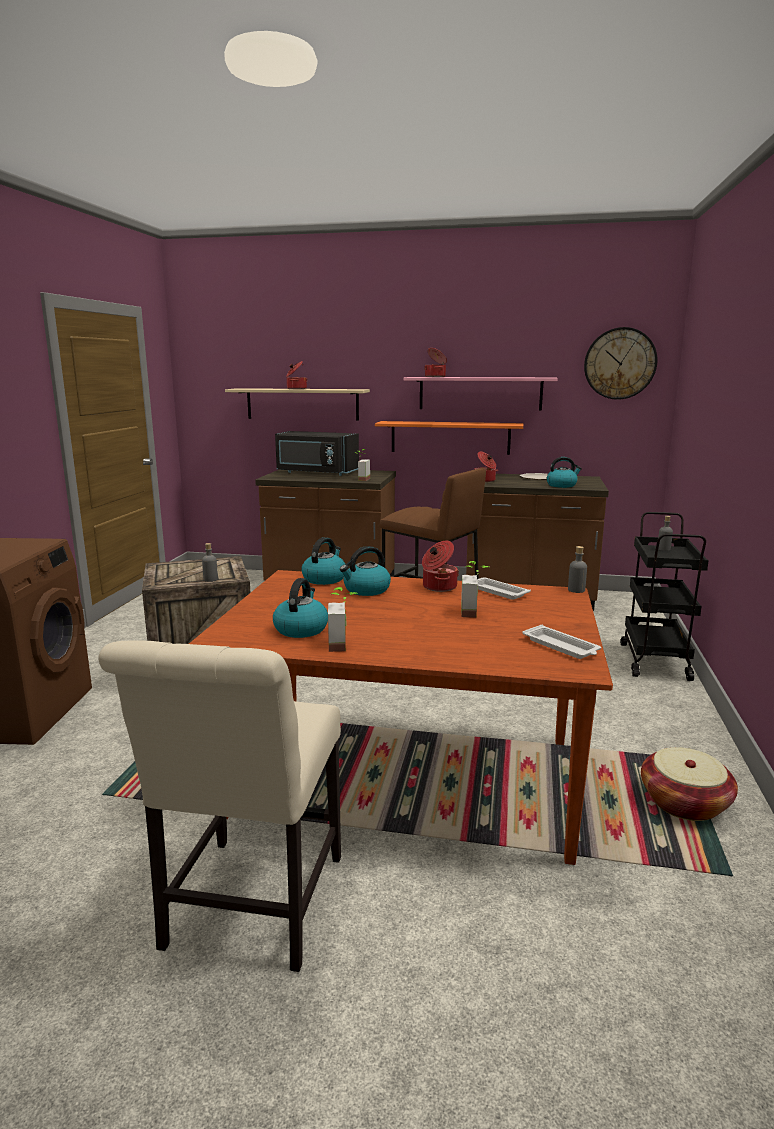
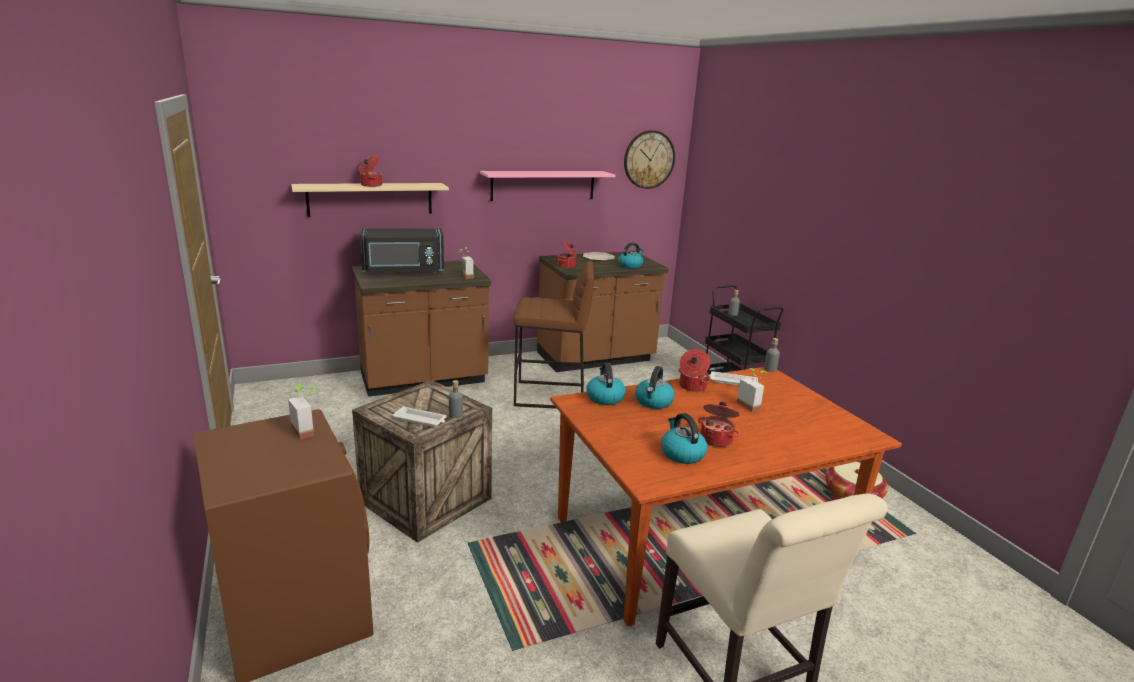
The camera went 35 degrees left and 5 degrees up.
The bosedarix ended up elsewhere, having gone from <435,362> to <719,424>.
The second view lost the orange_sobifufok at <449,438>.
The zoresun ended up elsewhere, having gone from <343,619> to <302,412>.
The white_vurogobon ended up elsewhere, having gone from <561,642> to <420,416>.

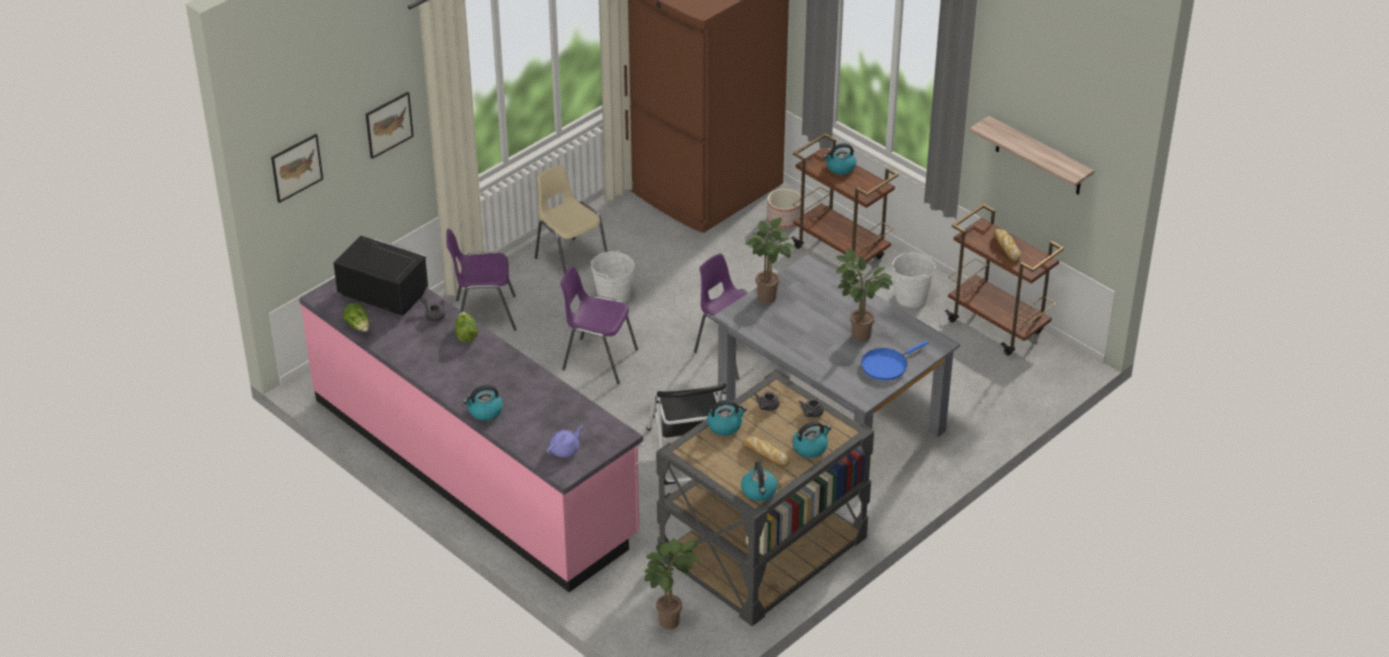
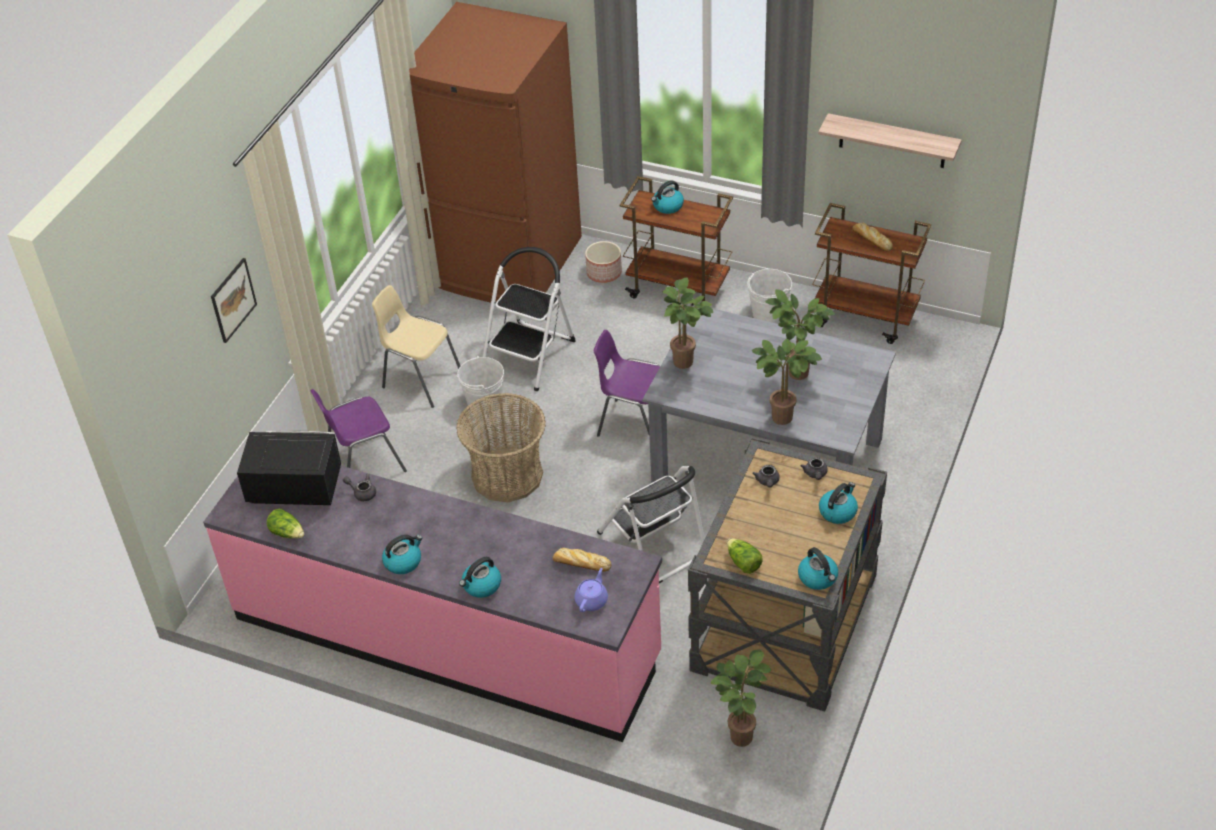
The camera went 20 degrees left and 5 degrees up.
The second view lost the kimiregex at <297,168>.
Where the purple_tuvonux stood at <599,325>, the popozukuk came to stand at <501,447>.
The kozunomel ended up elsewhere, having gone from <466,327> to <745,556>.
The second view lost the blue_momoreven at <895,360>.
The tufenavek ended up elsewhere, having gone from <727,418> to <402,554>.
The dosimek ended up elsewhere, having gone from <765,451> to <582,560>.
The second view gained the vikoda at <529,319>.
The second view gained the zoresun at <787,382>.

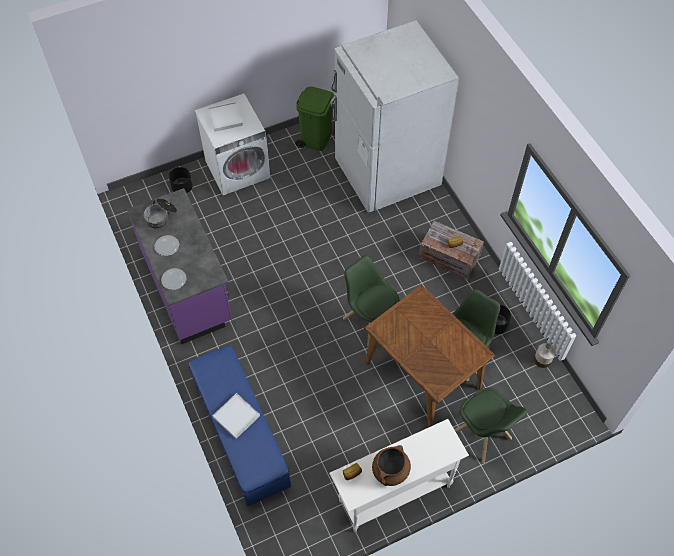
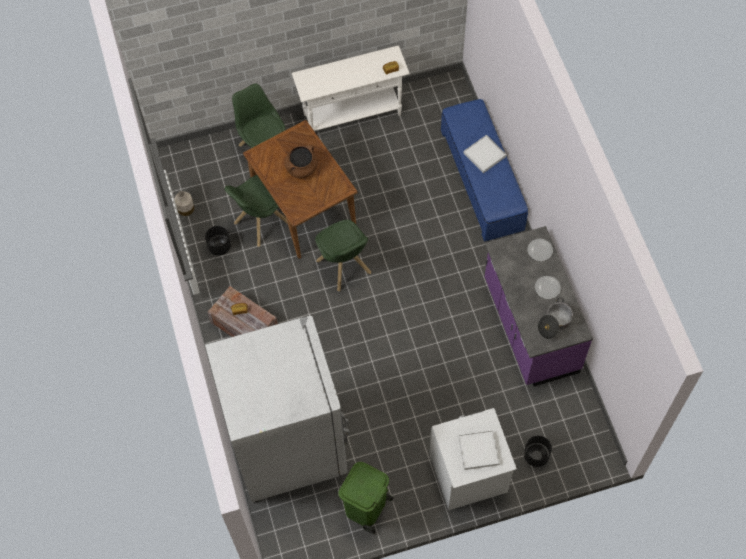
The camera went 170 degrees left and 5 degrees up.
The brown_bosedarix ended up elsewhere, having gone from <391,465> to <301,161>.

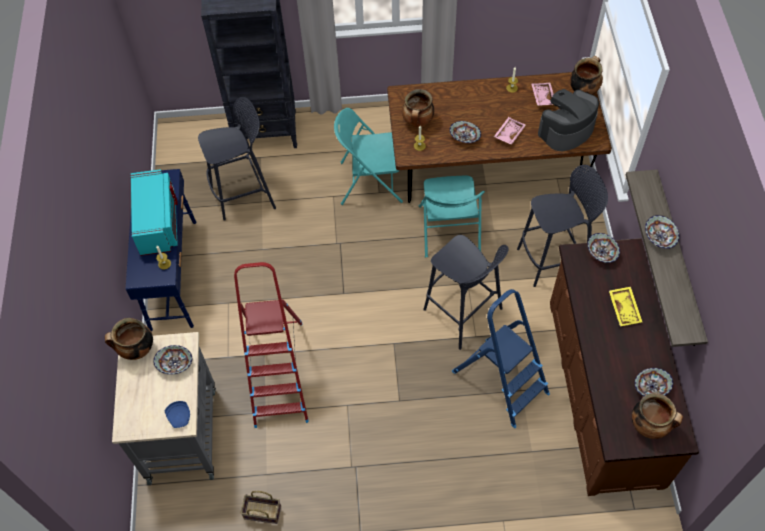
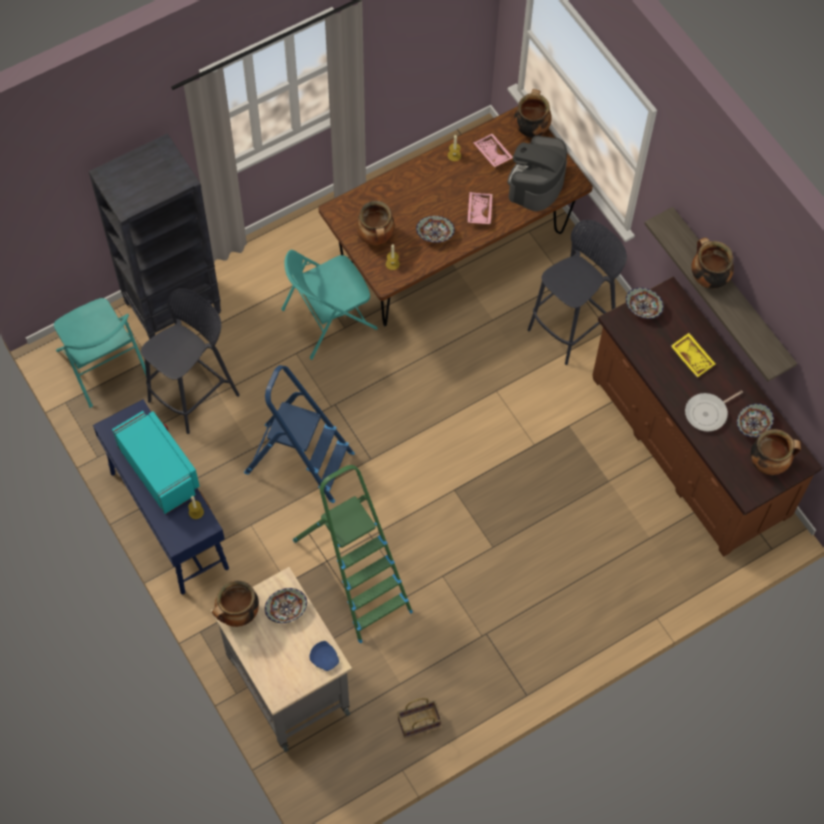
The camera went 30 degrees left and 5 degrees up.
The turquoise_tuvonux ended up elsewhere, having gone from <452,216> to <100,353>.
Where the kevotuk stood at <662,232>, the bosedarix came to stand at <712,263>.
The second view lost the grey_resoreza at <466,292>.
What was the red_vikoda at <271,345> turned into the green_vikoda at <353,554>.
The blue_vikoda ended up elsewhere, having gone from <501,358> to <299,434>.
The second view gained the momoreven at <714,410>.

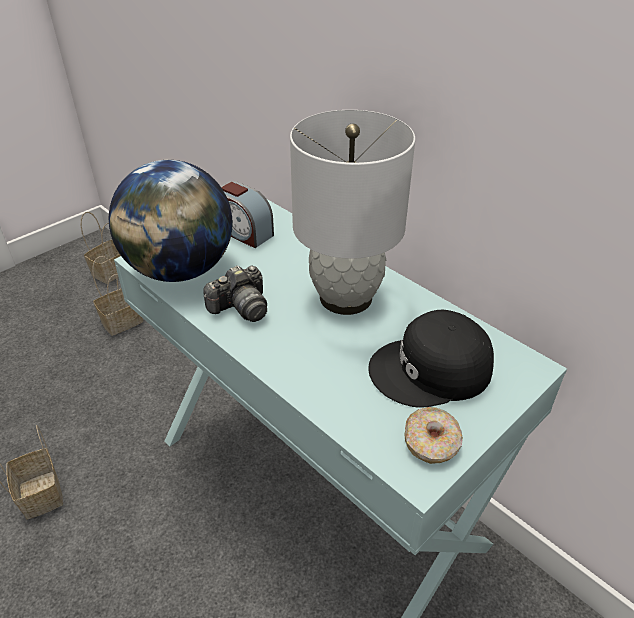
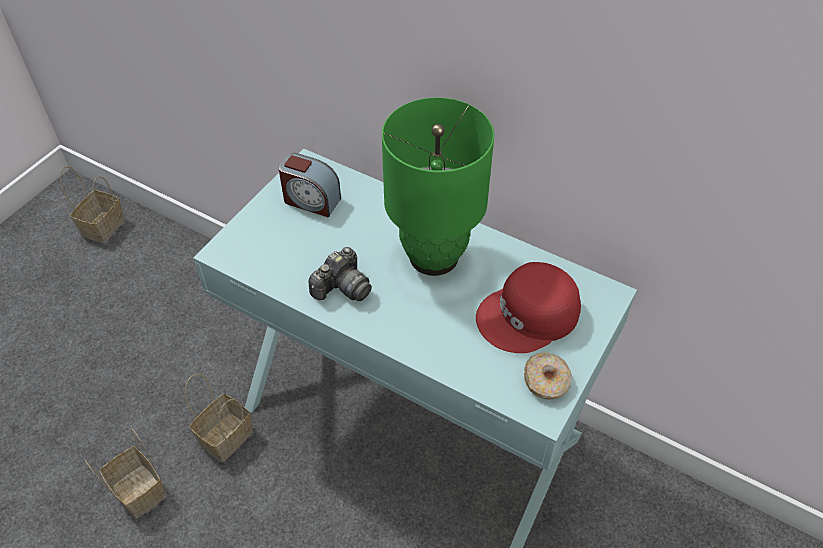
The camera went 15 degrees left and 10 degrees up.
What was the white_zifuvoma at <352,212> turned into the green_zifuvoma at <438,187>.
The second view lost the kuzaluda at <171,221>.
The popozukuk ended up elsewhere, having gone from <117,296> to <219,417>.
What was the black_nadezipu at <431,359> turned into the red_nadezipu at <528,307>.

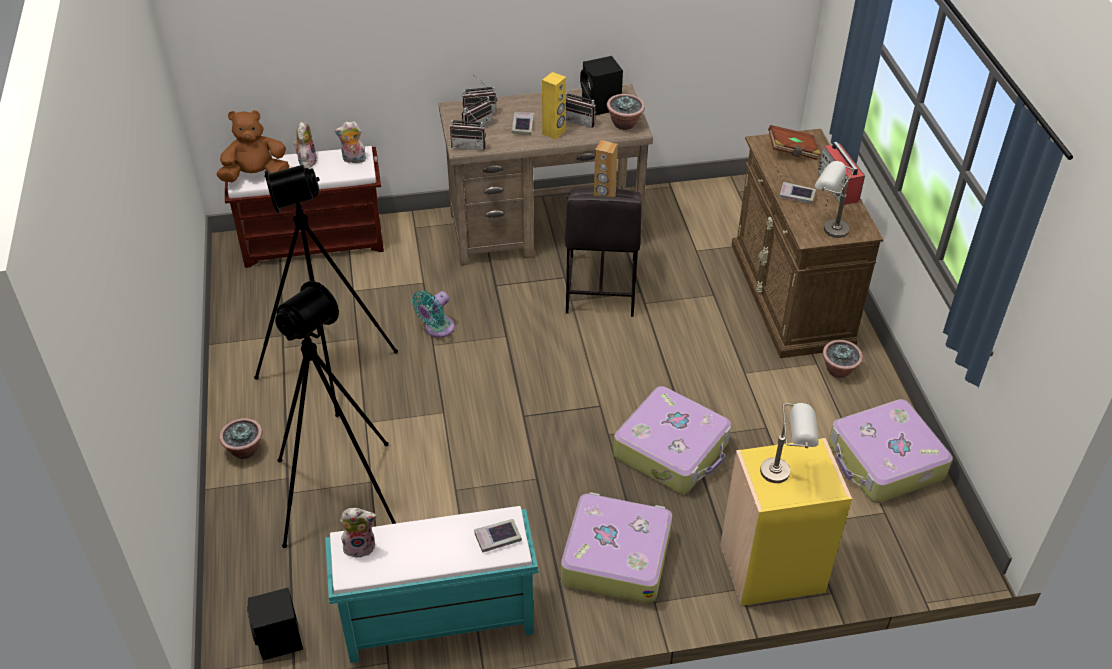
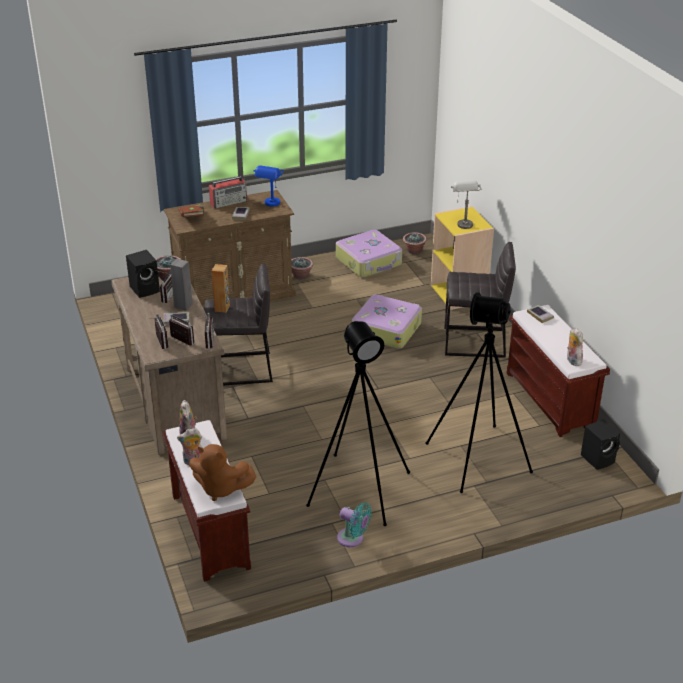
The camera went 100 degrees left and 10 degrees down.
What was the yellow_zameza at <554,106> turned into the grey_zameza at <181,285>.
The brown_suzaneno at <253,146> ended up facing another way, 45 degrees counterclockwise from before.
What was the grey_zifuvoma at <834,199> turned into the blue_zifuvoma at <268,186>.
The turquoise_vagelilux ended up elsewhere, having gone from <433,314> to <354,525>.
The zoresun ended up elsewhere, having gone from <240,438> to <415,243>.
Where the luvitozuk stood at <616,548>, the grey_resoreza came to stand at <480,300>.
What was the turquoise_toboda at <432,584> turned into the brown_toboda at <558,371>.

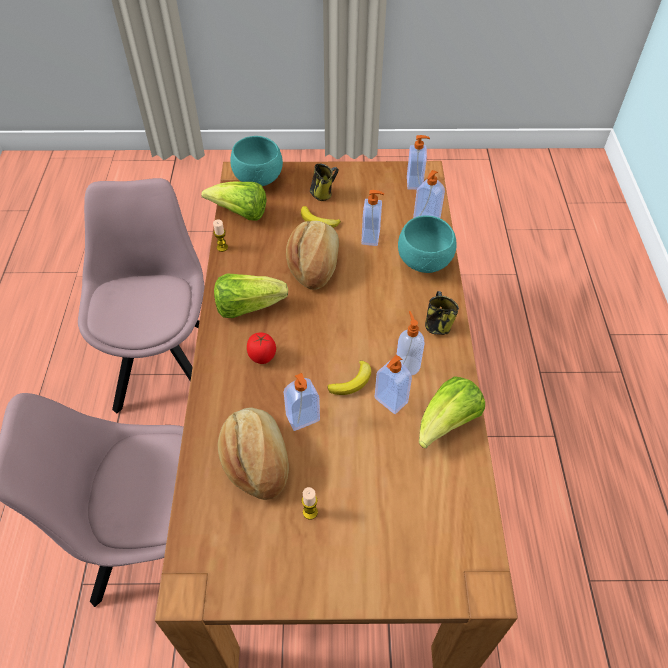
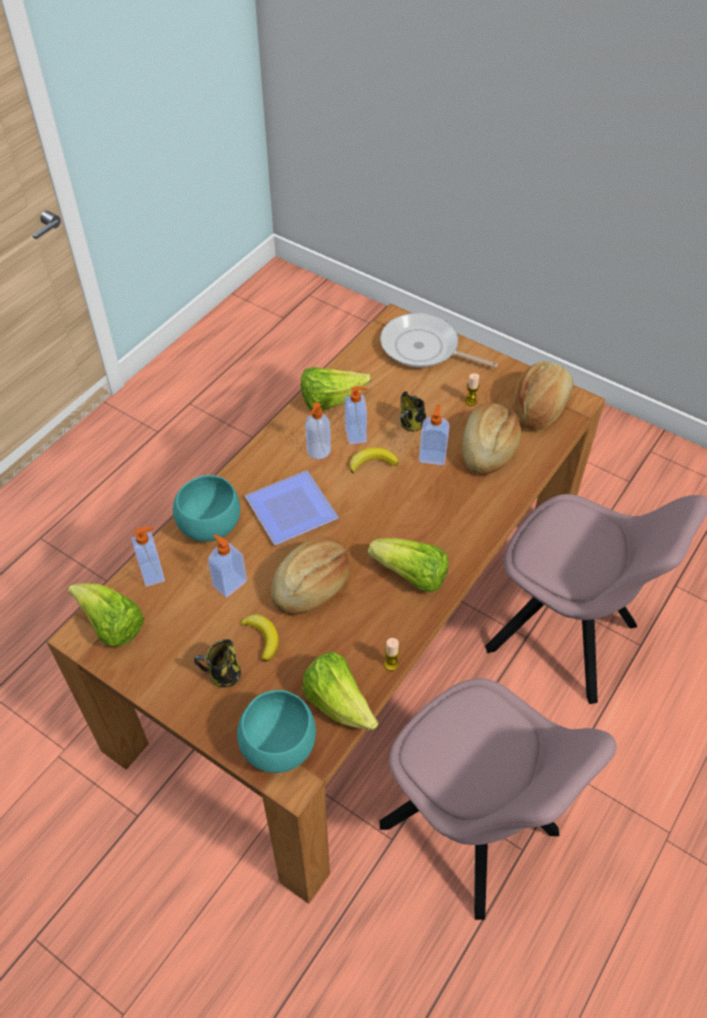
The camera went 145 degrees left and 0 degrees up.
Where the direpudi stood at <418,162>, the kozunomel came to stand at <106,615>.
The pink_tuvonux at <141,296> ended up facing another way, 75 degrees counterclockwise from before.
The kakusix ended up elsewhere, having gone from <442,313> to <413,411>.
The second view lost the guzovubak at <261,348>.
The second view gained the momoreven at <439,340>.
The second view gained the dosimek at <544,396>.
The second view gained the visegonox at <292,507>.

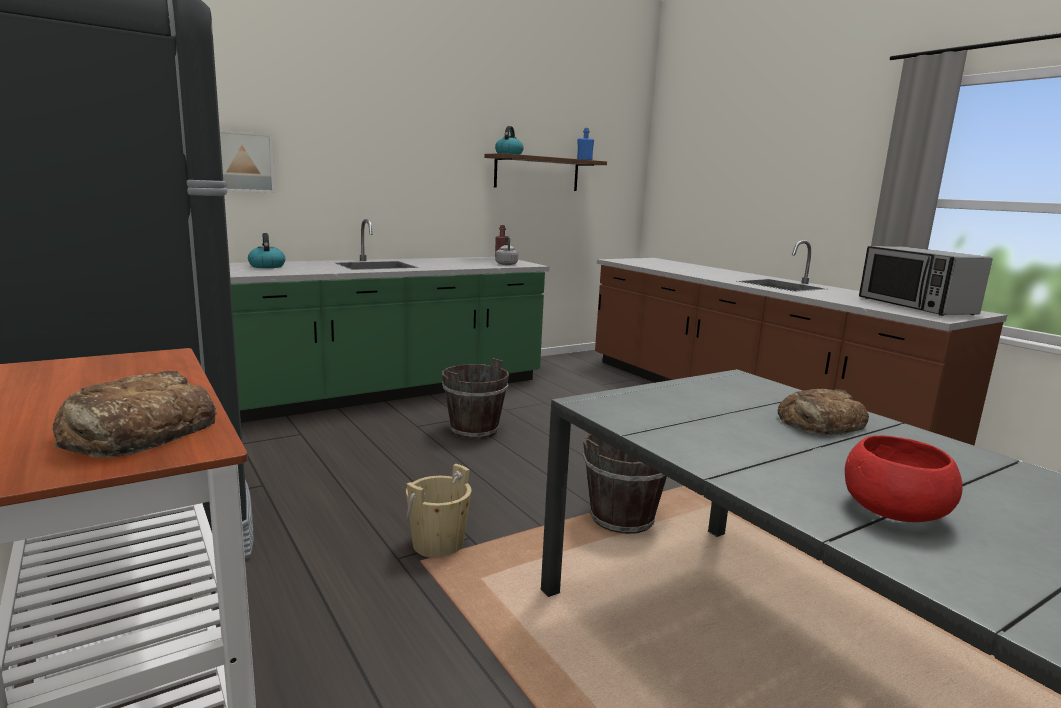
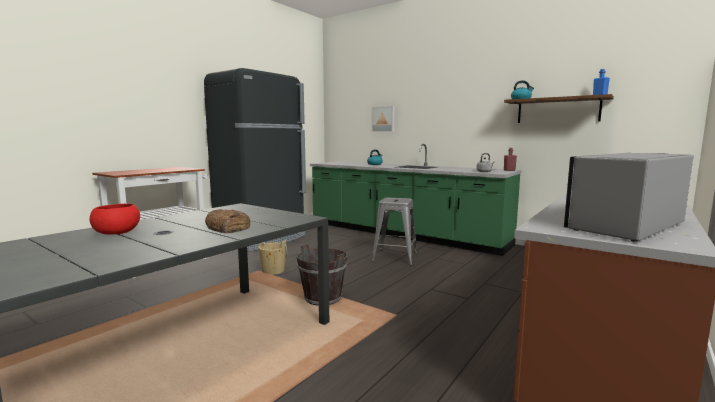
The camera went 70 degrees right and 5 degrees down.
Where the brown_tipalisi stood at <475,399>, the grey_resoreza came to stand at <394,231>.
The second view lost the dosimek at <135,414>.

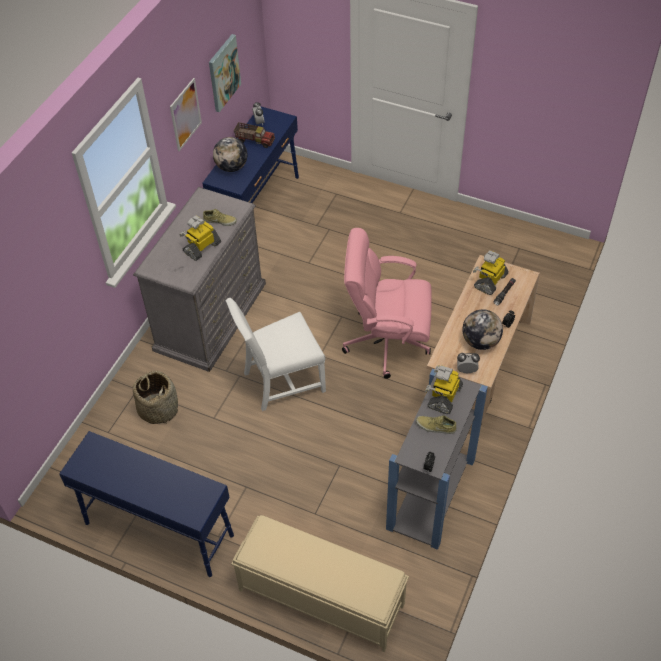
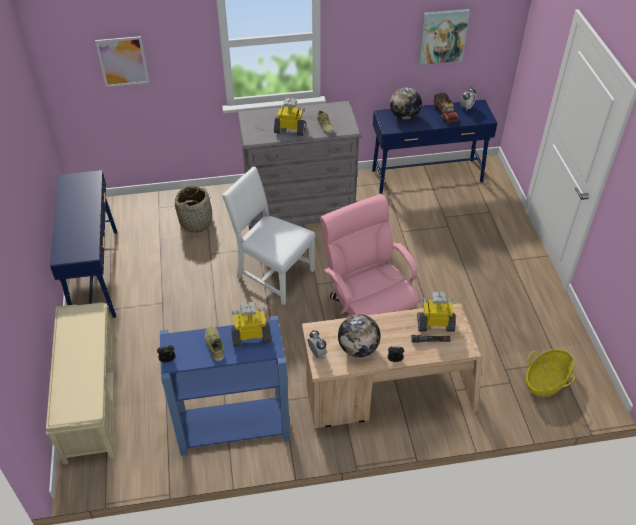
The camera went 55 degrees right and 5 degrees down.
The kimiregex ended up elsewhere, having gone from <186,114> to <122,61>.
What was the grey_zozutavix at <437,459> turned into the blue_zozutavix at <225,386>.
The second view gained the popozukuk at <550,373>.

